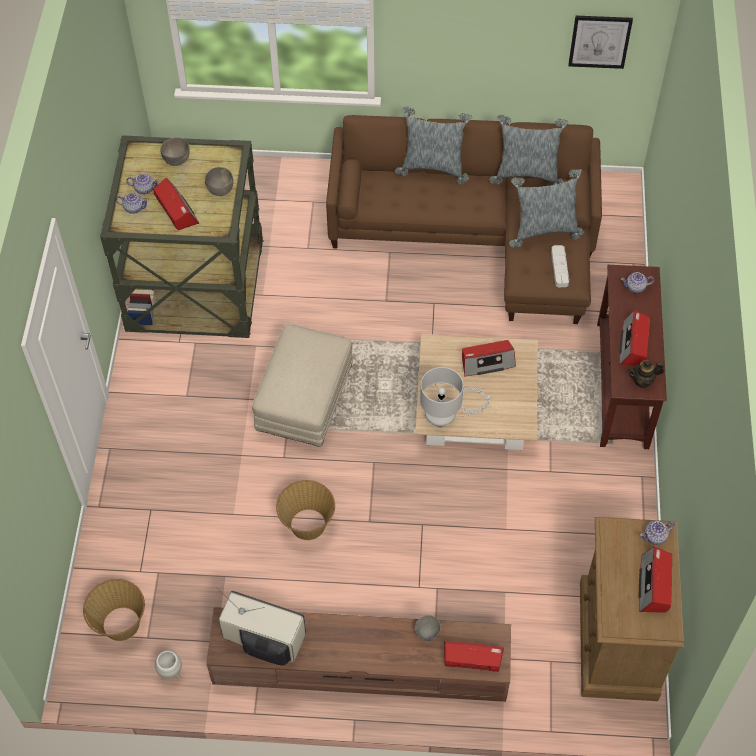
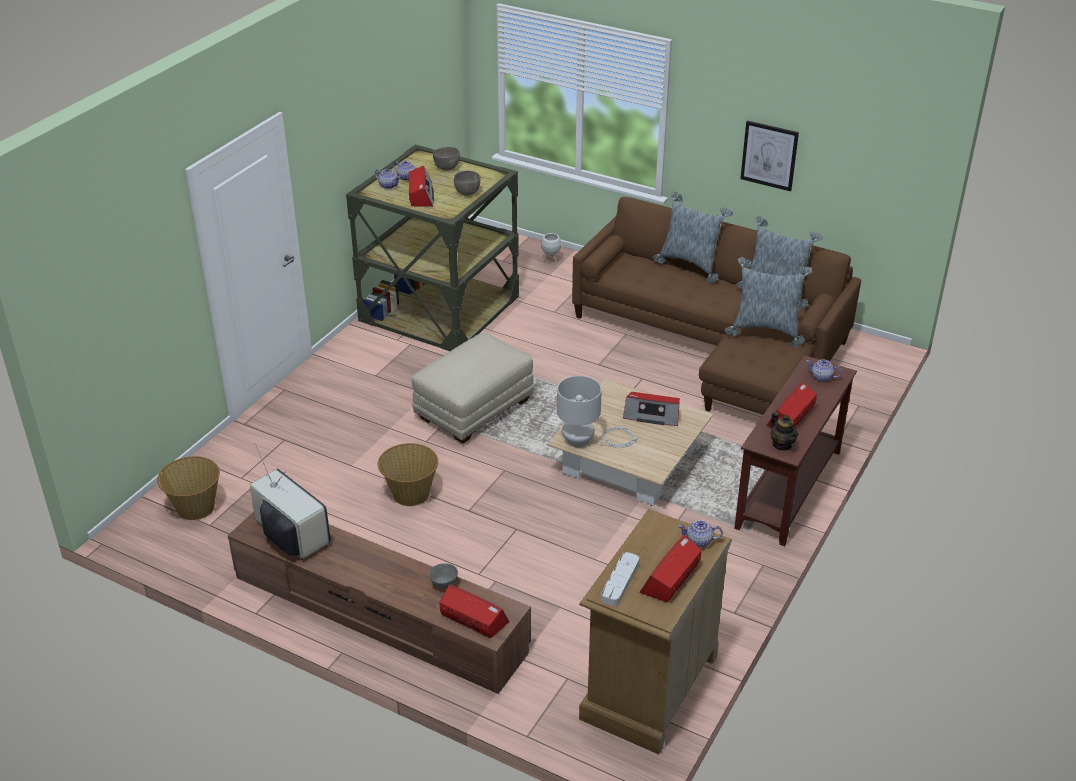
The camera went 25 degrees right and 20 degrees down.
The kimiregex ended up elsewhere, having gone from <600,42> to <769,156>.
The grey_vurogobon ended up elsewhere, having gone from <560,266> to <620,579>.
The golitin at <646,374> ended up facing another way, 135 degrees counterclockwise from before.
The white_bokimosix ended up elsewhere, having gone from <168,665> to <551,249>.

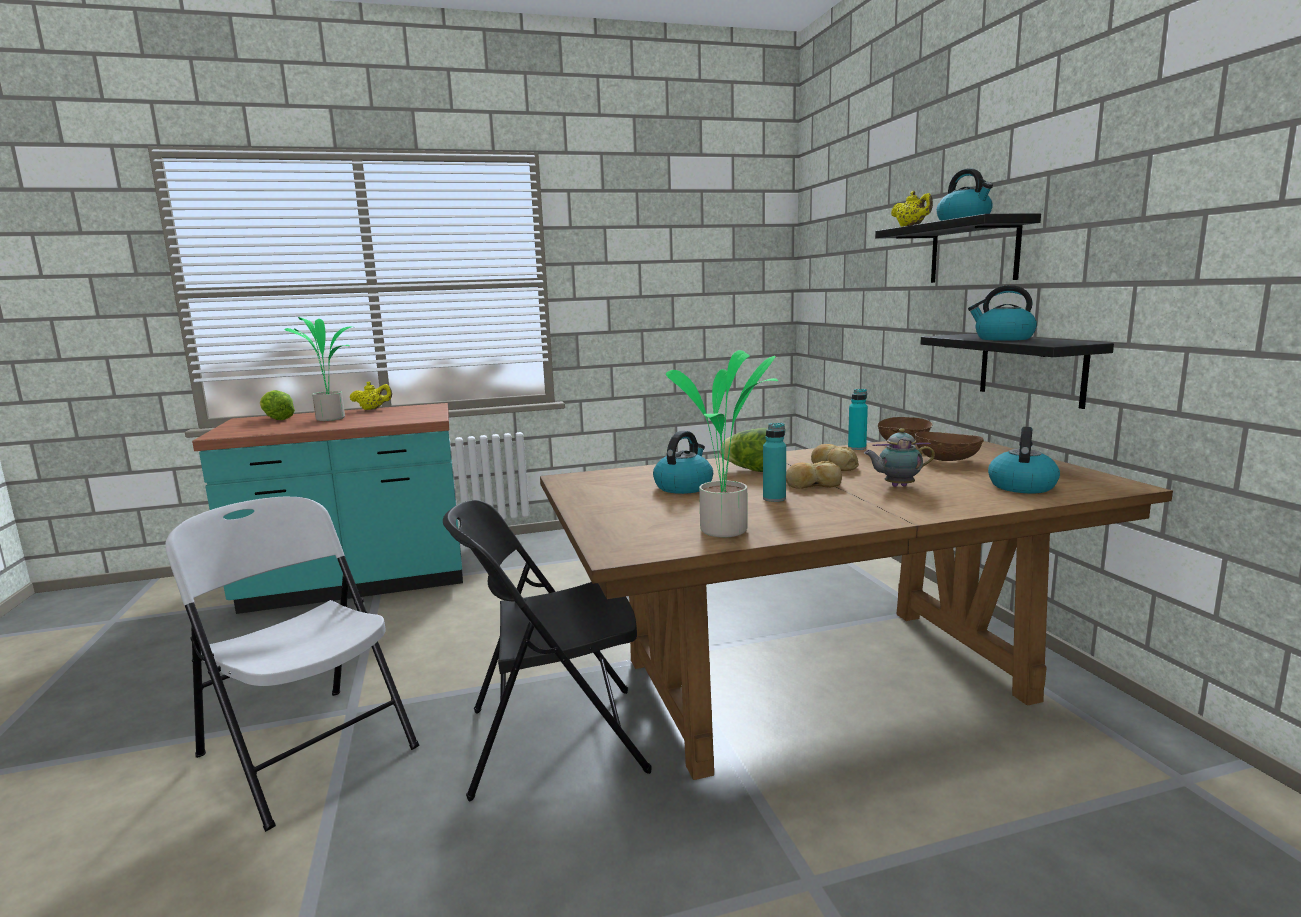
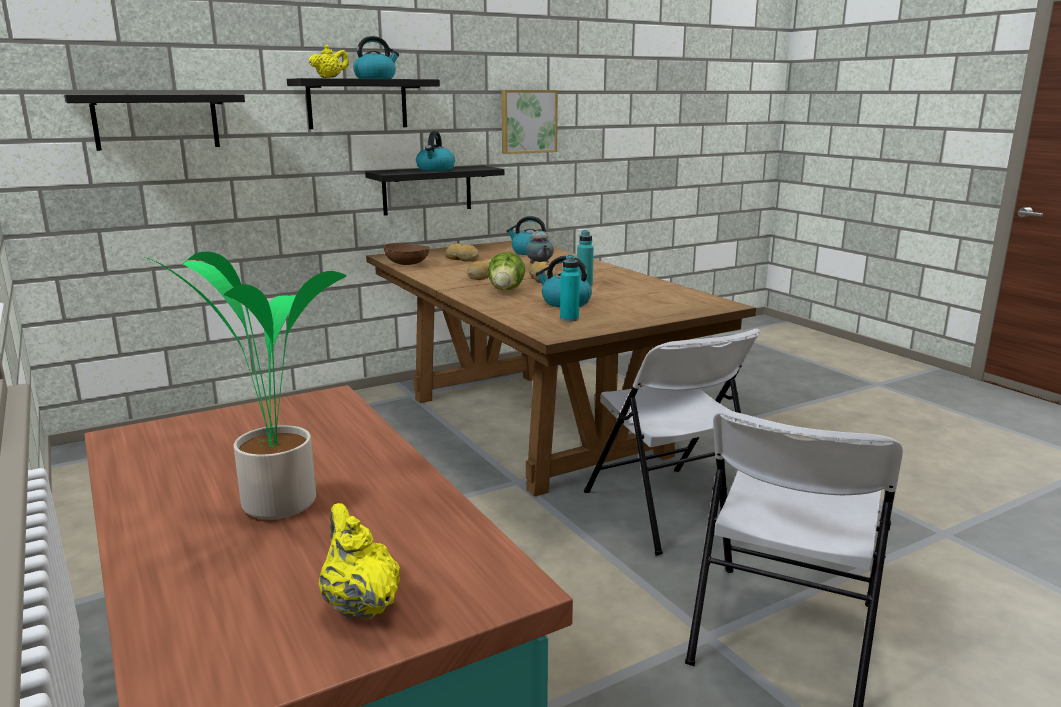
The camera went 105 degrees left and 5 degrees up.
The second view lost the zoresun at <722,444>.
The yellow_golitin ended up elsewhere, having gone from <371,395> to <359,561>.
The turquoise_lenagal ended up elsewhere, having gone from <858,419> to <570,287>.
The second view lost the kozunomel at <277,405>.
Where the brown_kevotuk stood at <949,446>, the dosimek came to stand at <462,252>.
What was the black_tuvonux at <547,651> turned into the white_tuvonux at <672,442>.
The second view gained the kimiregex at <529,122>.
The second view gained the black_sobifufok at <154,122>.

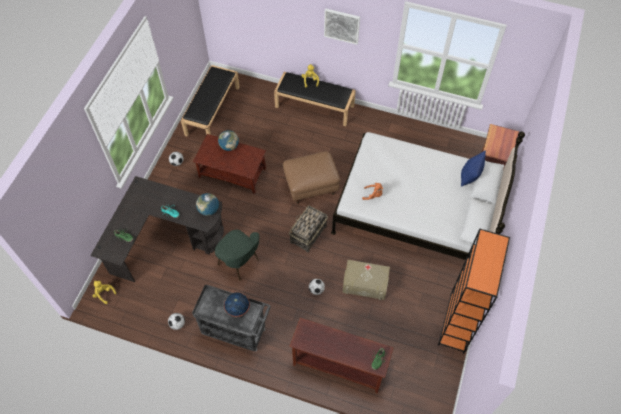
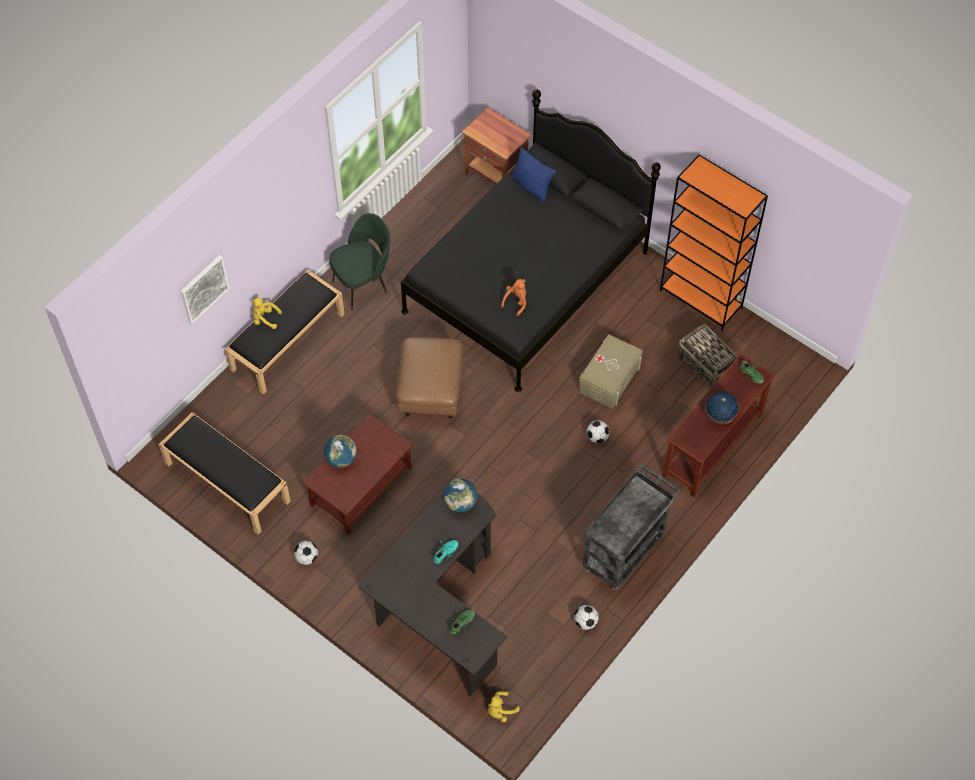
The camera went 70 degrees left and 0 degrees up.
The kimiregex ended up elsewhere, having gone from <342,26> to <205,289>.
What was the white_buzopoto at <428,195> turned into the black_buzopoto at <531,241>.
The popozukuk ended up elsewhere, having gone from <308,229> to <708,356>.
The green_tuvonux ended up elsewhere, having gone from <237,255> to <359,261>.
The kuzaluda ended up elsewhere, having gone from <237,304> to <722,407>.

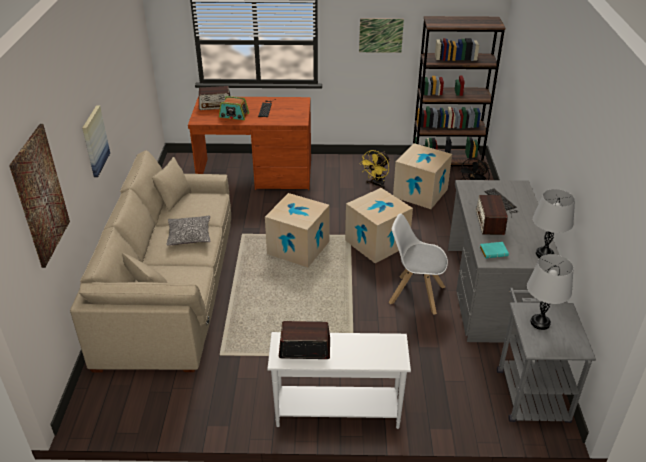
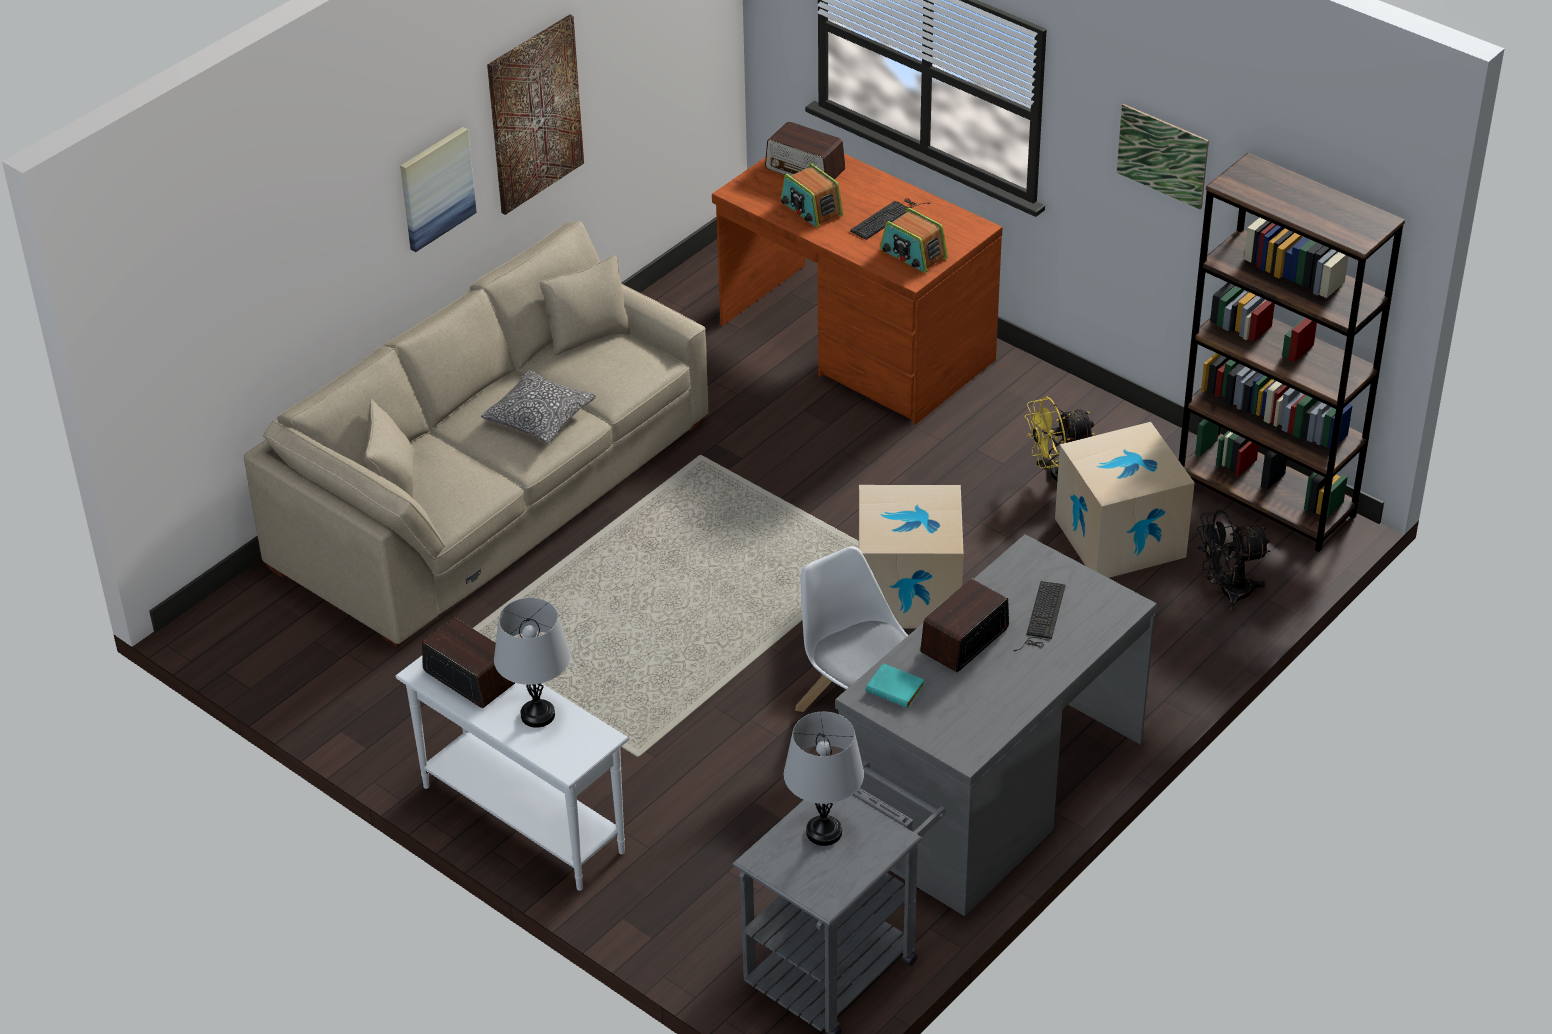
The camera went 40 degrees right and 5 degrees up.
The kimiregex ended up elsewhere, having gone from <39,196> to <535,114>.
The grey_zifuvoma ended up elsewhere, having gone from <554,223> to <532,663>.
The second view lost the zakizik at <297,230>.
The second view gained the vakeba at <914,240>.

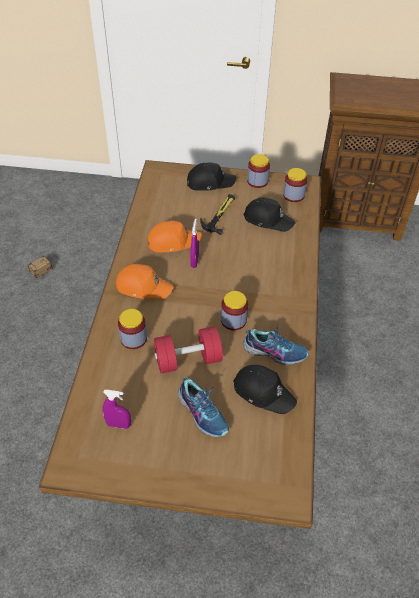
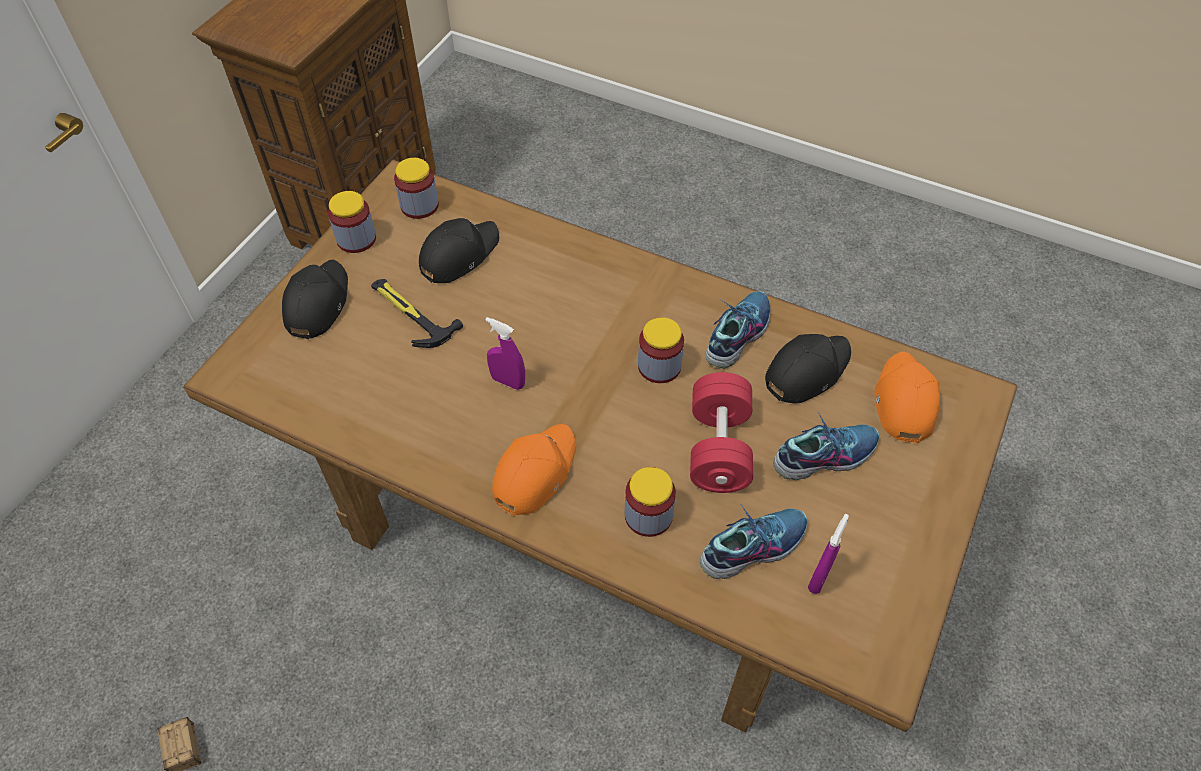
The camera went 70 degrees left and 5 degrees up.
The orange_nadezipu ended up elsewhere, having gone from <174,236> to <907,397>.
The second view gained the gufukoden at <753,541>.

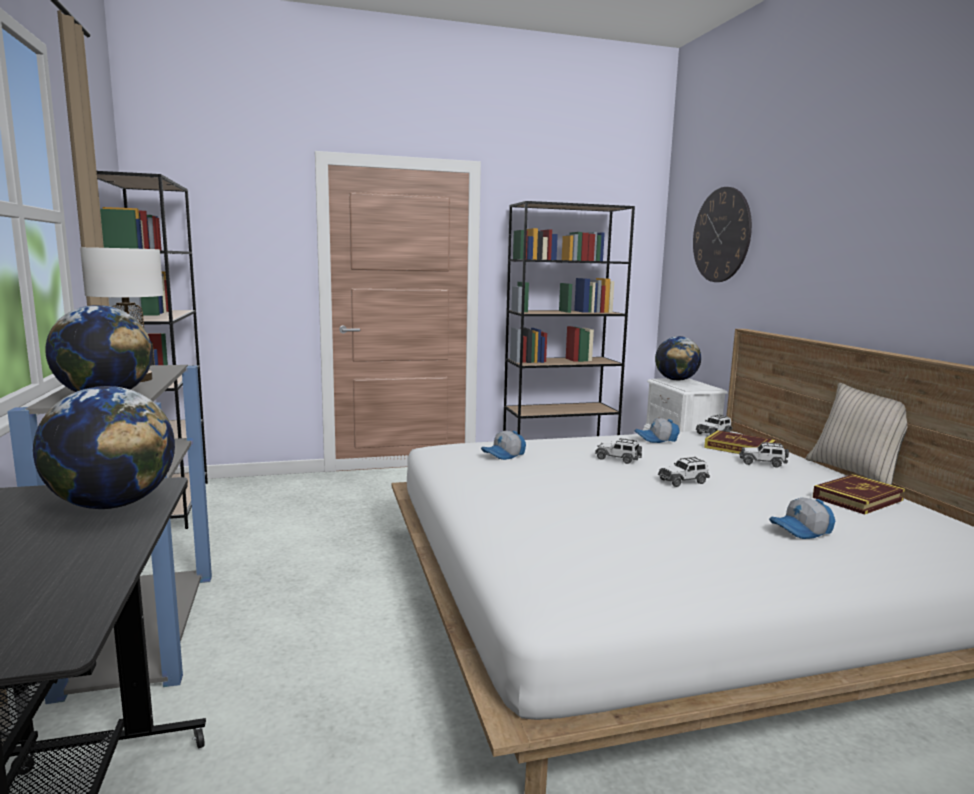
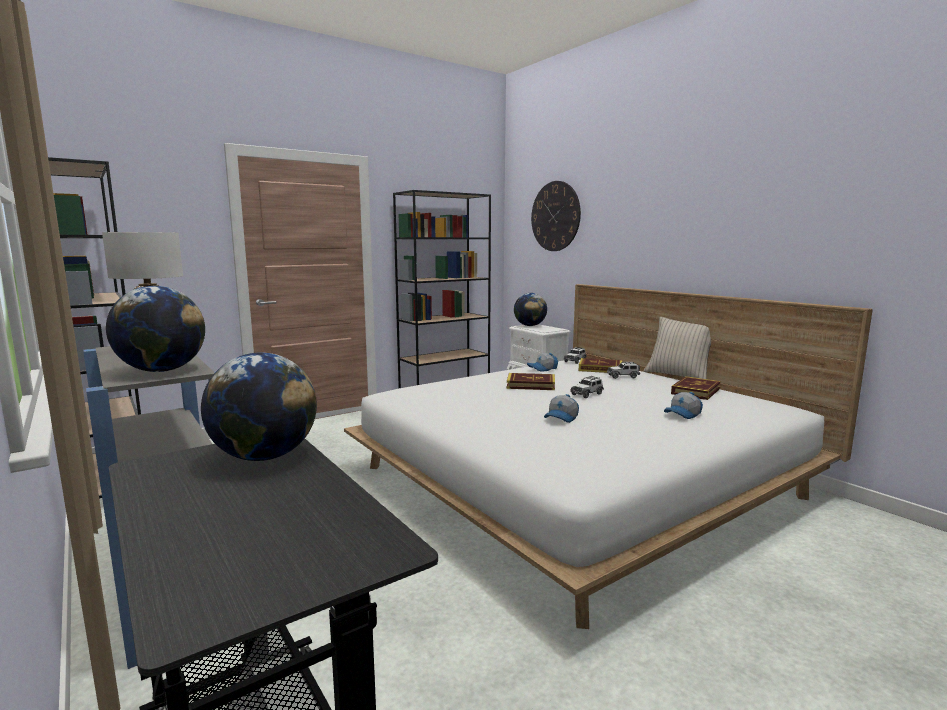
The camera went 20 degrees left and 0 degrees up.
The nadezipu ended up elsewhere, having gone from <503,445> to <561,408>.
Where the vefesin stood at <618,451>, the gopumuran came to stand at <531,381>.

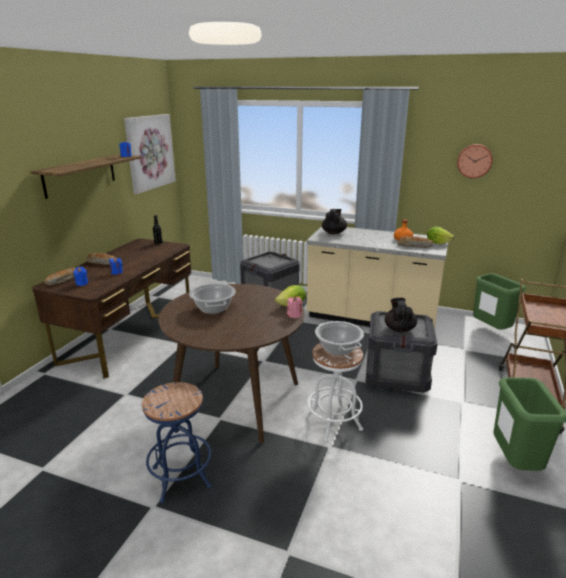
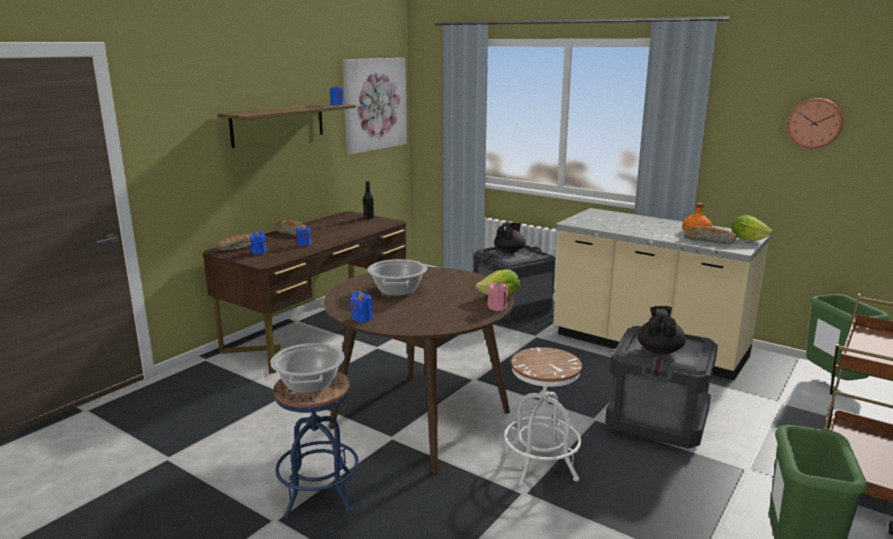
The camera went 15 degrees right and 5 degrees down.
The black_golitin ended up elsewhere, having gone from <334,221> to <509,237>.
The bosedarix ended up elsewhere, having gone from <339,338> to <307,368>.
The second view gained the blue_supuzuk at <361,307>.

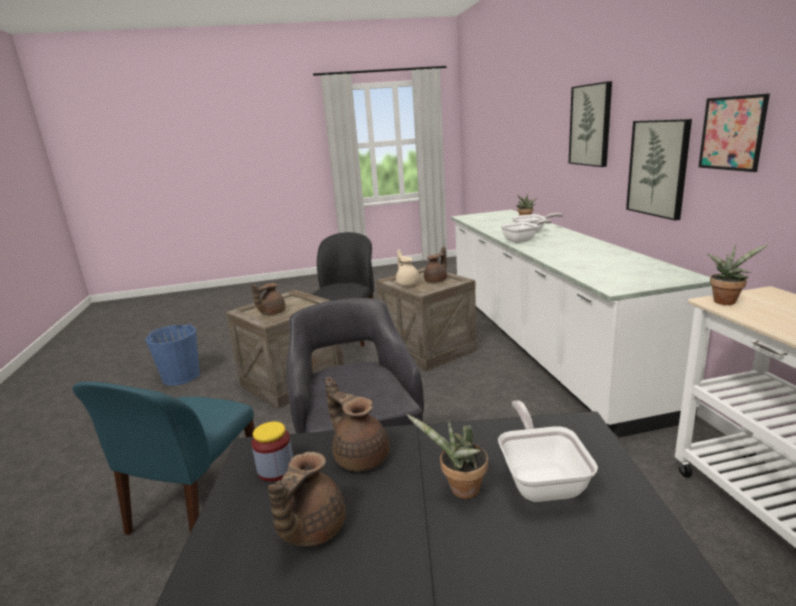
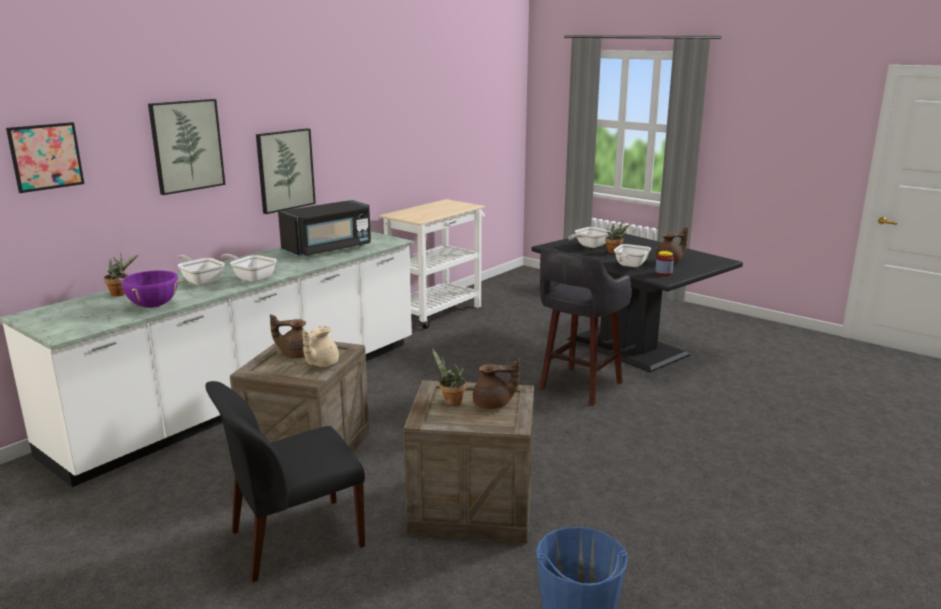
The camera went 130 degrees left and 0 degrees up.
The kimiregex ended up elsewhere, having gone from <734,133> to <45,157>.
The zoresun ended up elsewhere, having gone from <737,274> to <449,377>.
Where the brown_golitin stood at <358,424>, the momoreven came to stand at <632,255>.
The second view lost the blue_tuvonux at <163,458>.
The second view gained the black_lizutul at <324,228>.
The second view gained the purple_bosedarix at <149,289>.

